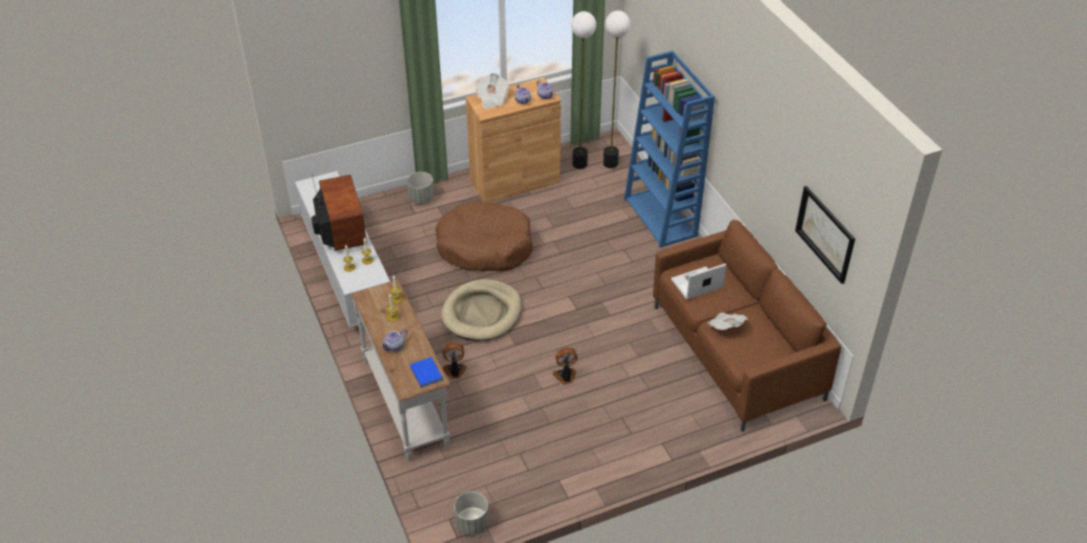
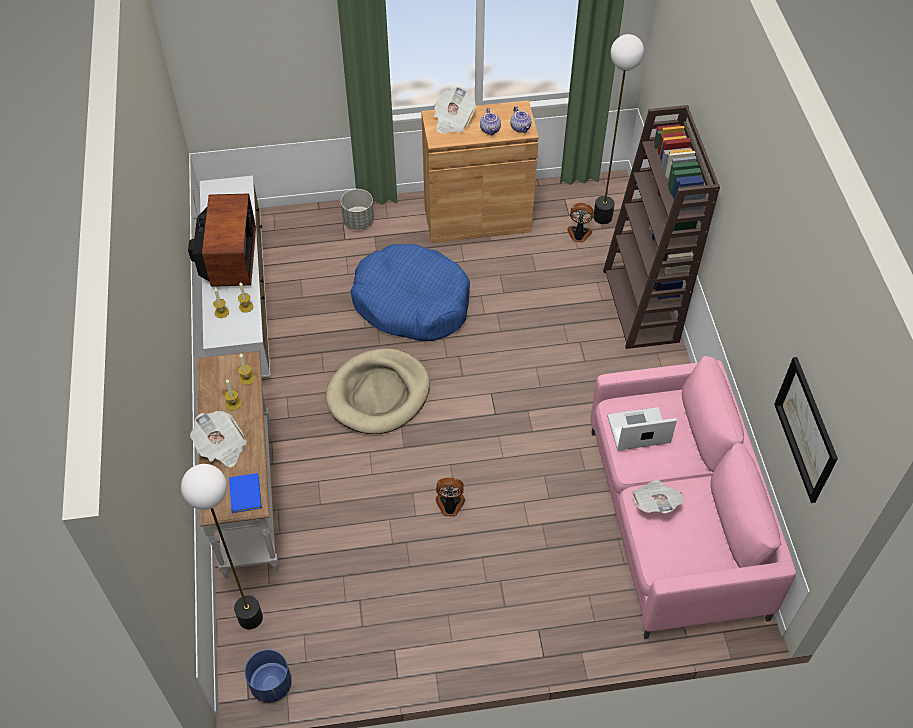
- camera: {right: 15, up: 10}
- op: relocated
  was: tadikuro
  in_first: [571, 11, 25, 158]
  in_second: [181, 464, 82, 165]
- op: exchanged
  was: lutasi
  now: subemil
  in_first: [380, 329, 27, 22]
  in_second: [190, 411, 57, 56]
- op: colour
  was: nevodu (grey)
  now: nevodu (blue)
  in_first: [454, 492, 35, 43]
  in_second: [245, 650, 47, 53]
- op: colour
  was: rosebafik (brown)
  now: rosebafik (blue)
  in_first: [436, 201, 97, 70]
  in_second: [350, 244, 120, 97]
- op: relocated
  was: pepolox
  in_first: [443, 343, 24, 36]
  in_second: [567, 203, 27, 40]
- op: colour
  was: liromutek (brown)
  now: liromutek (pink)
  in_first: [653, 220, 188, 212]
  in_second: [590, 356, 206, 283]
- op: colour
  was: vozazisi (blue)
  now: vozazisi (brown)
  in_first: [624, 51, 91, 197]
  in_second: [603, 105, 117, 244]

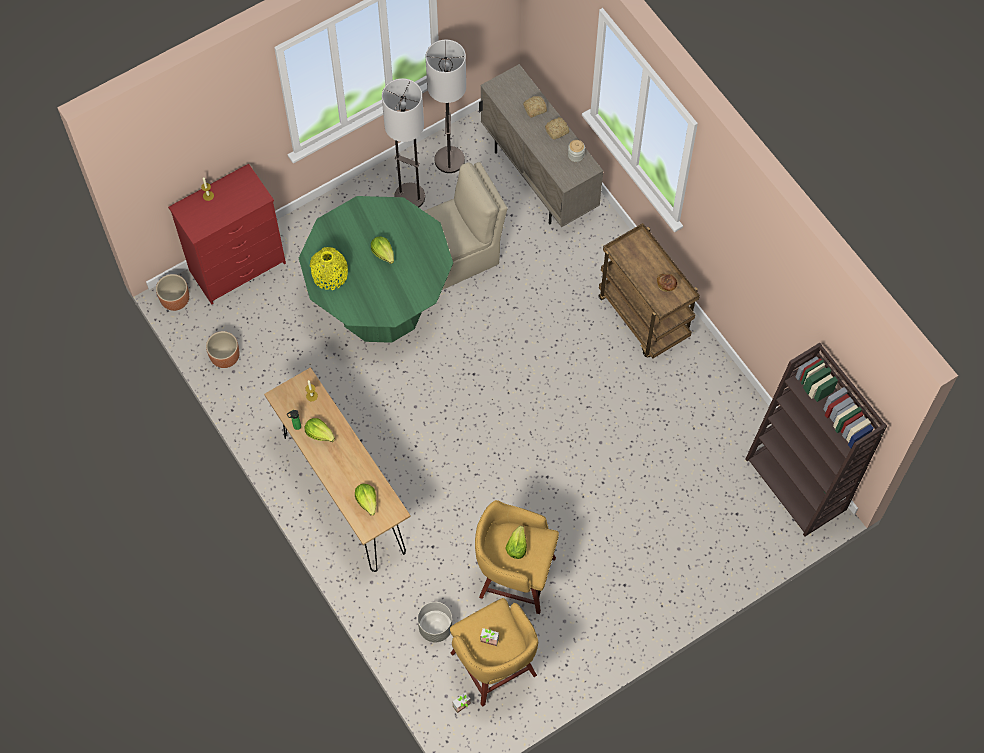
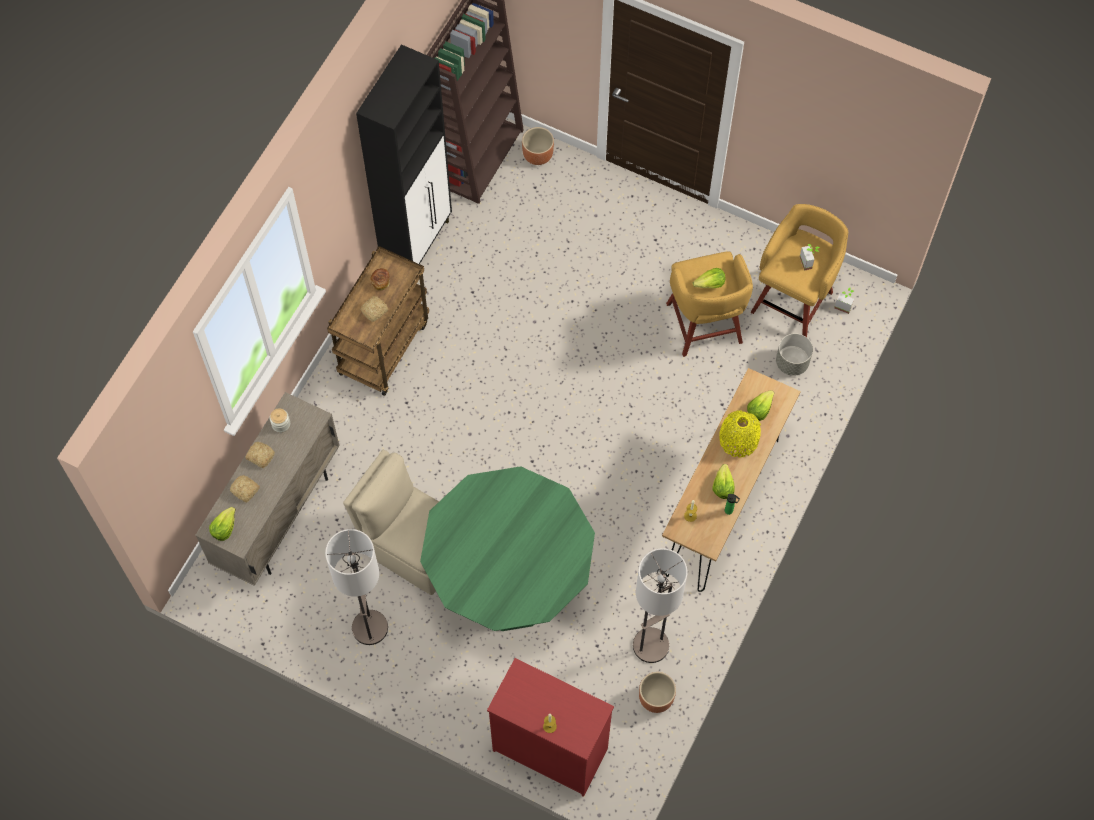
- camera: {right: -120, up: 0}
- op: relocated
  was: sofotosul
  in_first: [371, 236, 23, 28]
  in_second: [209, 507, 27, 34]
- op: appeared
  now: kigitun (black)
  in_second: [356, 44, 96, 220]
- op: appeared
  now: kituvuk
  in_second: [360, 296, 28, 26]
- op: relocated
  was: nevodu (brown)
  in_first: [156, 274, 33, 37]
  in_second: [522, 127, 32, 38]
- op: relocated
  was: tadikuro
  in_first: [426, 40, 40, 133]
  in_second: [633, 548, 54, 115]
- op: relocated
  was: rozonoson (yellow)
  in_first: [310, 247, 38, 43]
  in_second: [719, 410, 42, 47]

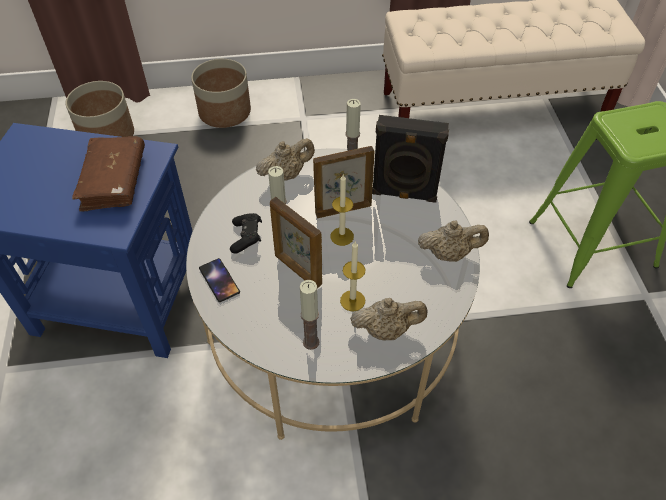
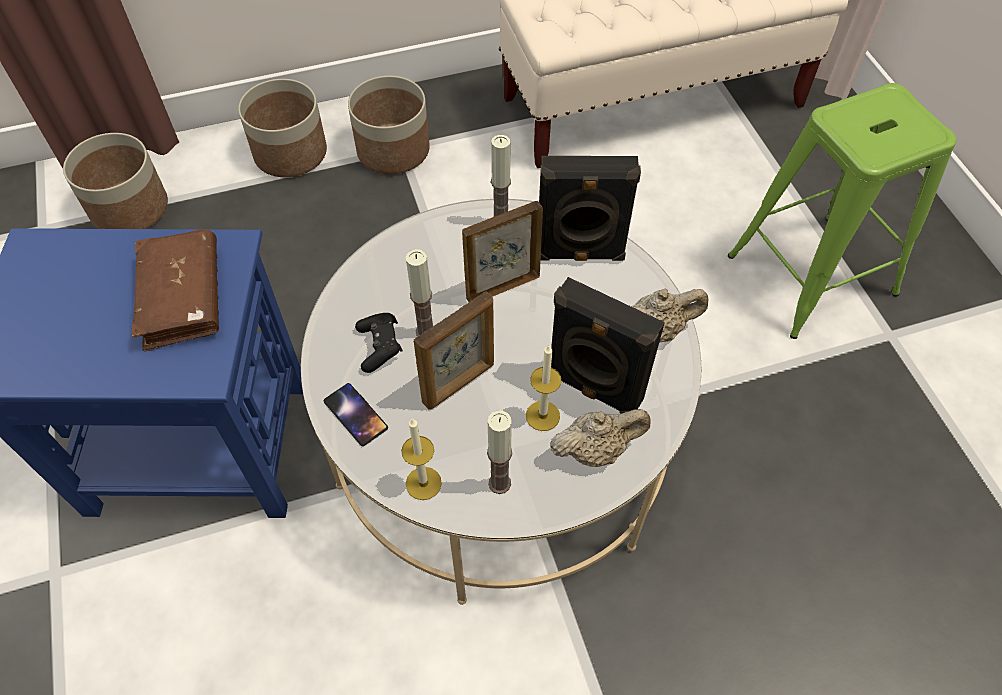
- camera: {right: -10, up: 5}
- op: appeared
  now: nevodu
  in_second: [348, 76, 82, 98]
- op: relocated
  was: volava
  in_first: [331, 175, 23, 71]
  in_second: [401, 419, 41, 81]
- op: spun
  was: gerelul
  in_first: [270, 197, 52, 91]
  in_second: [414, 291, 80, 118]
  clockwise: -75
- op: appeared
  now: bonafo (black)
  in_second: [551, 277, 114, 137]
- op: missing
  was: lutasi (beige)
  in_first: [256, 138, 59, 43]

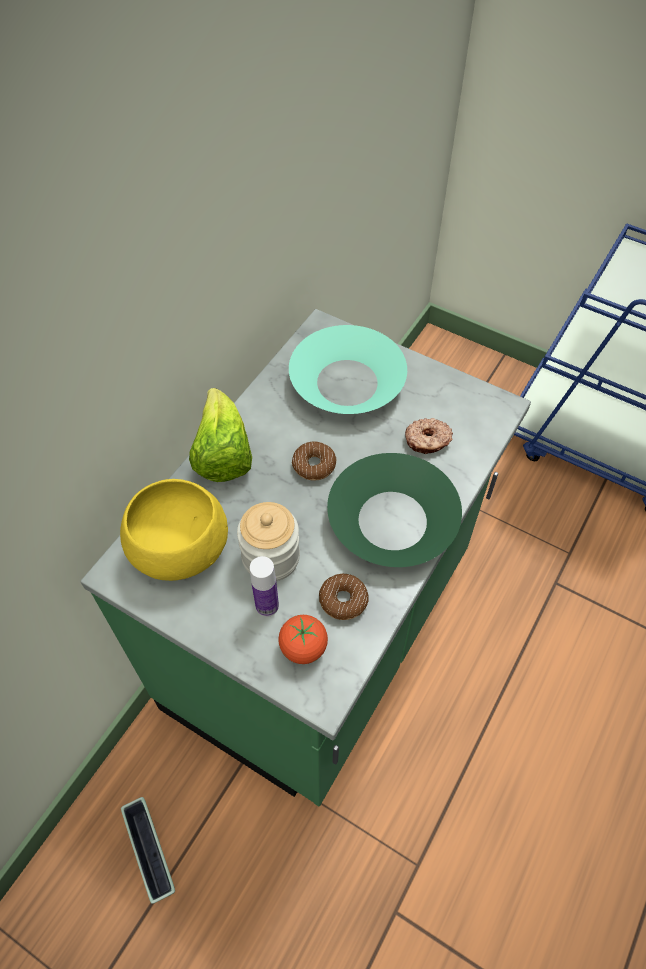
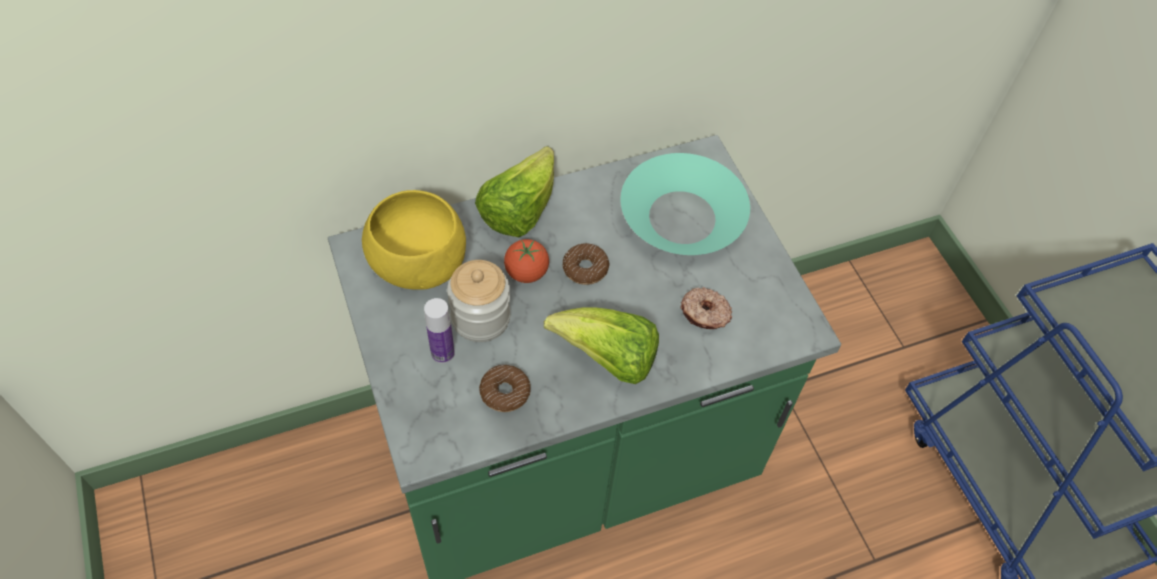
- camera: {right: 35, up: 0}
- op: relocated
  was: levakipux
  in_first: [278, 615, 50, 49]
  in_second: [504, 239, 45, 44]
- op: exchanged
  was: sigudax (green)
  now: sofotosul
  in_first: [327, 453, 135, 114]
  in_second: [544, 307, 115, 77]
- op: missing
  was: nevodu
  in_first: [121, 797, 54, 107]

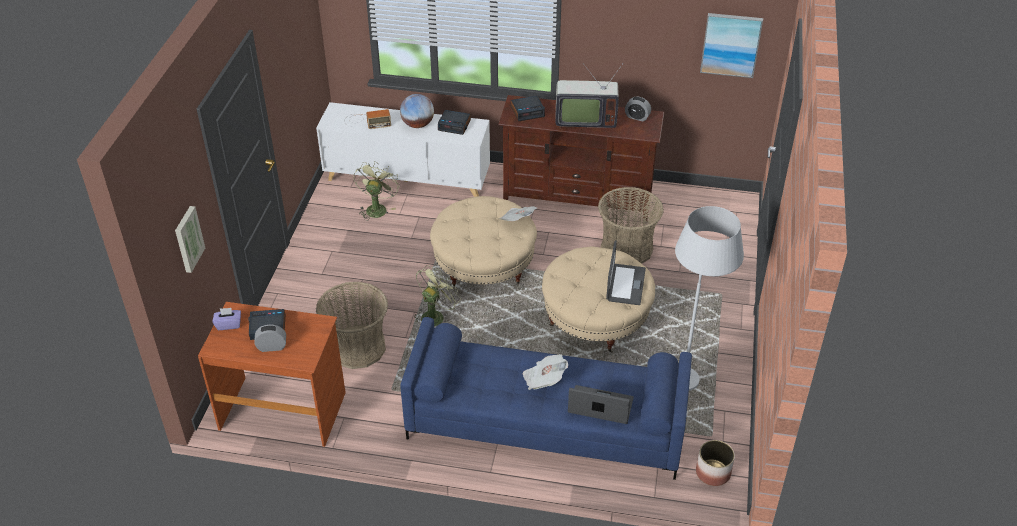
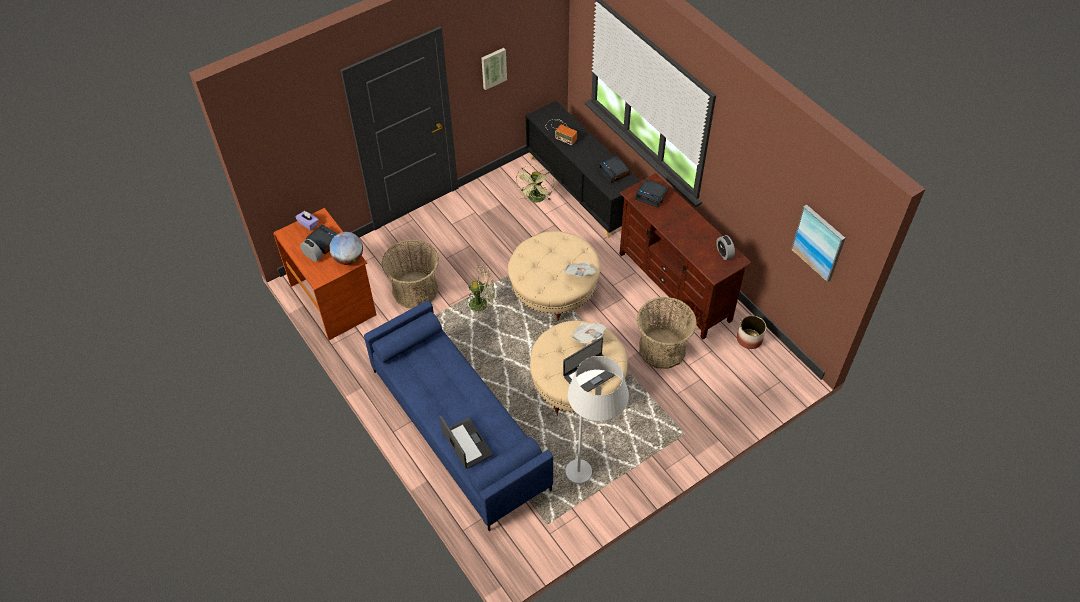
- camera: {right: 45, up: 10}
- op: relocated
  was: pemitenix
  in_first: [400, 94, 34, 34]
  in_second: [329, 232, 34, 33]
- op: relocated
  was: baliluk
  in_first: [175, 206, 30, 67]
  in_second: [481, 48, 26, 42]
- op: spun
  was: pepolox (green)
  in_first: [354, 161, 46, 60]
  in_second: [516, 165, 38, 37]
  clockwise: 135
- op: colour
  was: kigitun (white)
  now: kigitun (black)
  in_first: [316, 102, 174, 95]
  in_second: [525, 101, 115, 137]
- op: relocated
  was: subemil
  in_first: [523, 354, 45, 36]
  in_second: [571, 323, 35, 20]
- op: relocated
  was: nevodu
  in_first: [696, 440, 39, 46]
  in_second: [737, 315, 29, 34]
- op: missing
  was: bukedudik
  in_first: [555, 62, 69, 68]

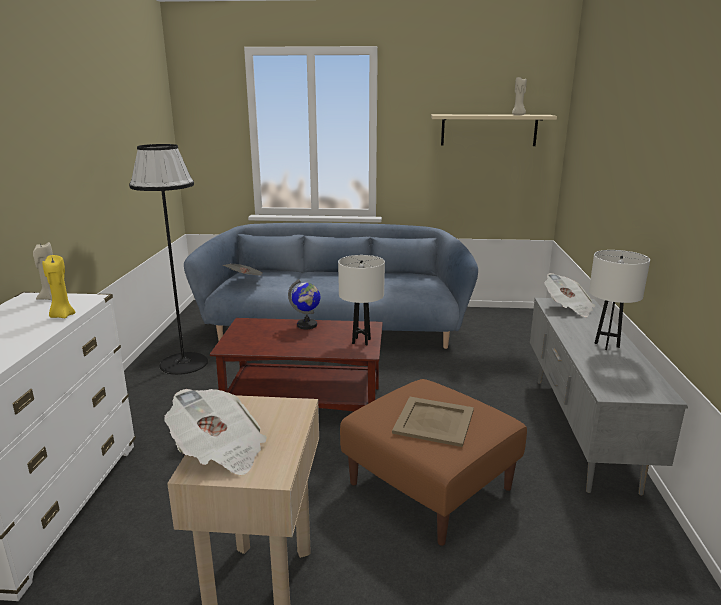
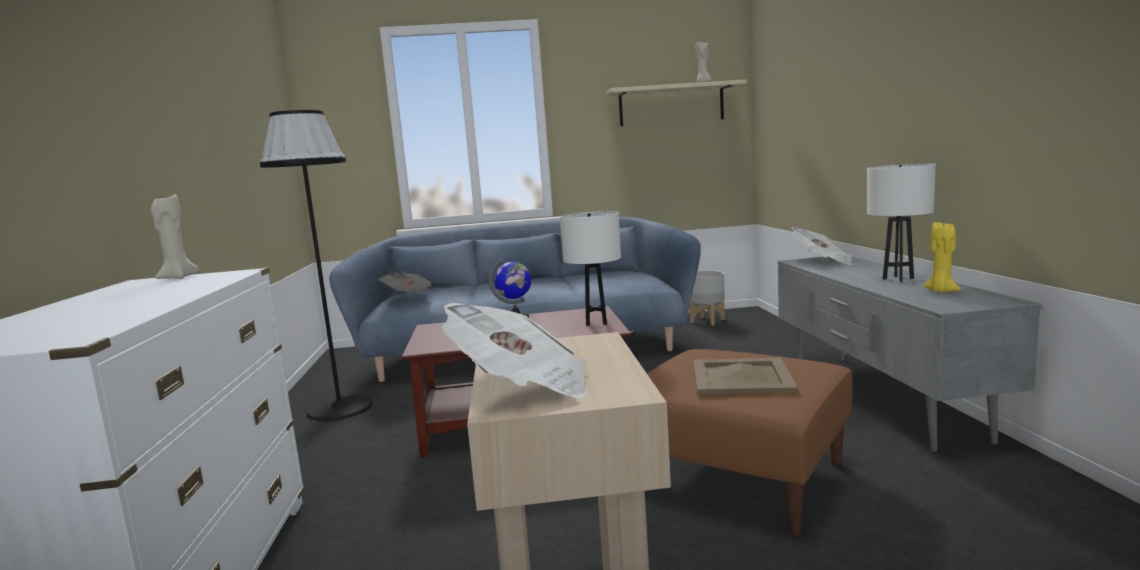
- camera: {right: -10, up: -10}
- op: appeared
  now: nevodu (grey)
  in_second: [689, 270, 36, 55]
- op: relocated
  was: volava (yellow)
  in_first: [42, 255, 33, 63]
  in_second: [924, 222, 37, 71]

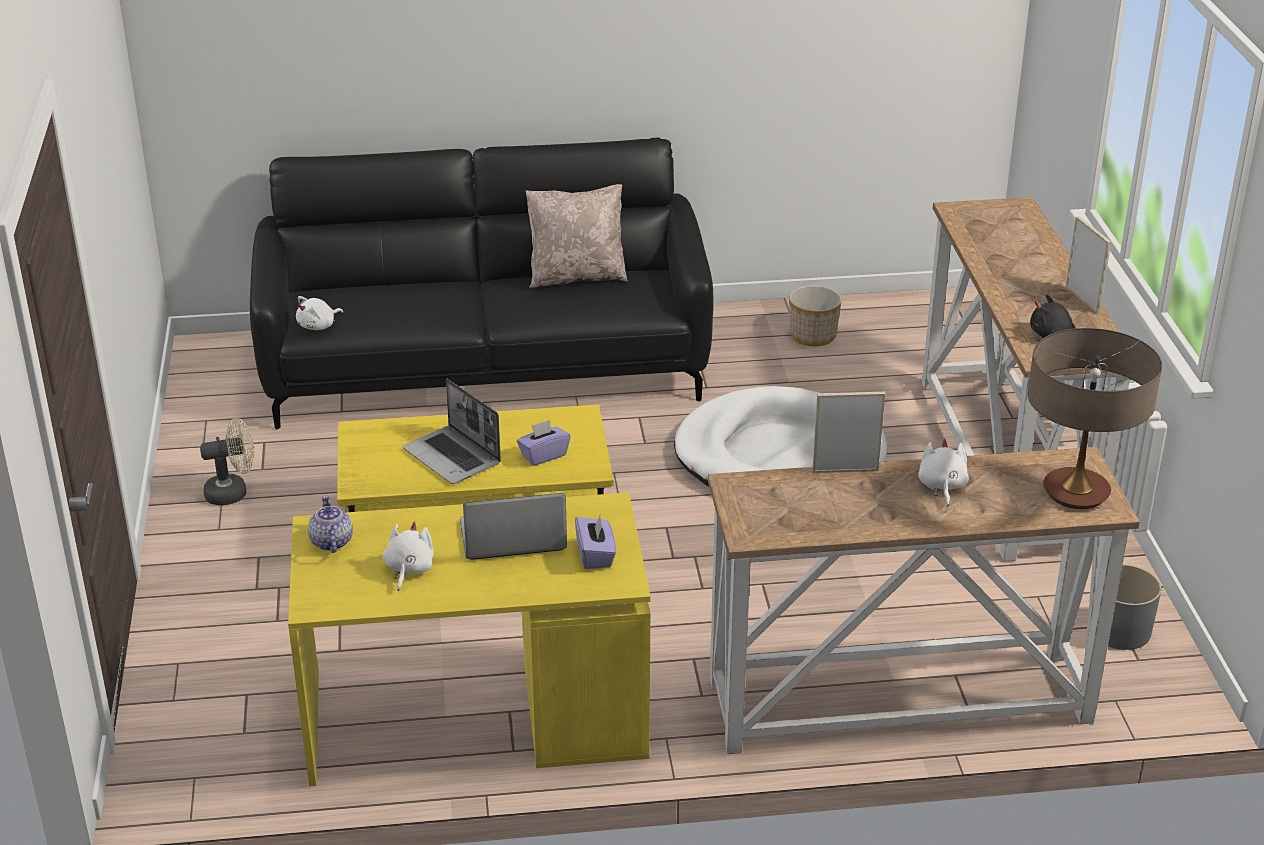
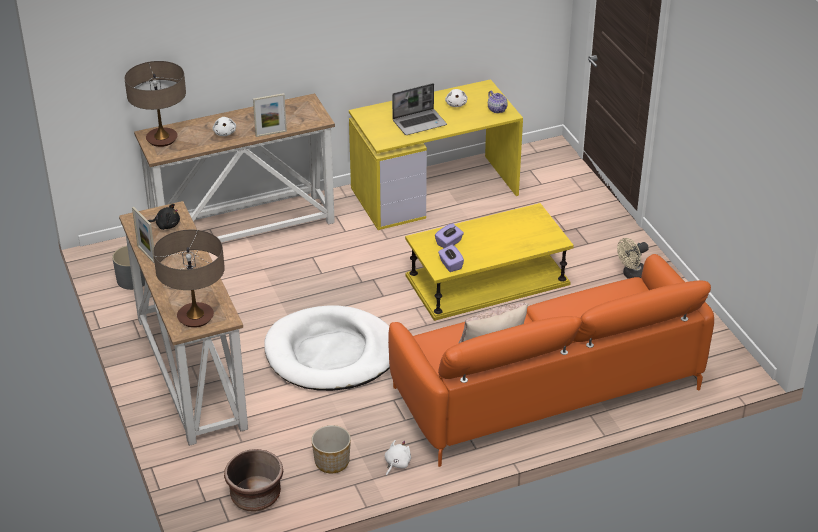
- camera: {right: 165, up: 5}
- op: appeared
  now: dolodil
  in_second: [153, 230, 72, 98]
- op: appeared
  now: nevodu (brown)
  in_second: [224, 449, 59, 63]
- op: relocated
  was: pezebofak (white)
  in_first: [296, 296, 47, 34]
  in_second: [385, 440, 26, 36]
- op: colour
  was: liromutek (black)
  now: liromutek (orange)
  in_first: [250, 138, 464, 291]
  in_second: [388, 254, 326, 213]
- op: relocated
  was: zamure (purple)
  in_first: [575, 515, 41, 54]
  in_second: [438, 245, 26, 27]
- op: missing
  was: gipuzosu
  in_first: [402, 379, 99, 105]

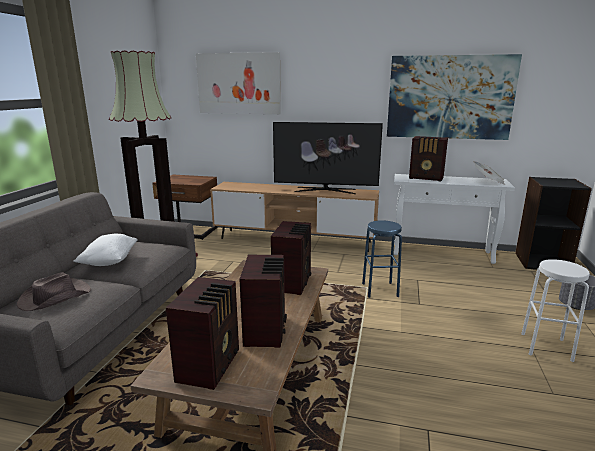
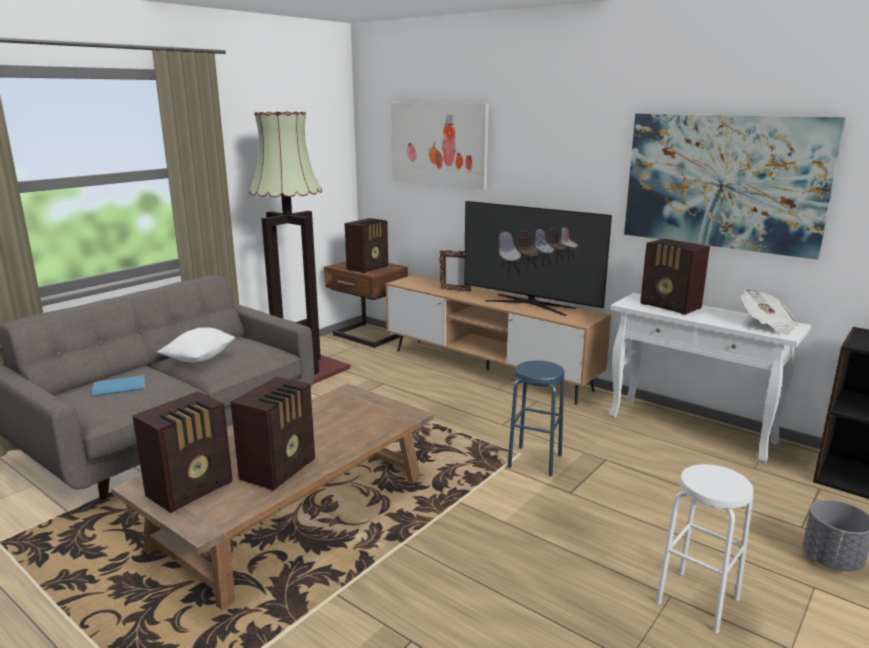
- camera: {right: 25, up: 0}
- op: exchanged
  was: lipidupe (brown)
  now: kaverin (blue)
  in_first: [17, 272, 74, 39]
  in_second: [92, 375, 53, 21]
- op: relocated
  was: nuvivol
  in_first: [271, 221, 40, 74]
  in_second: [345, 218, 43, 55]
- op: appeared
  now: gerelul
  in_second: [439, 250, 33, 42]

